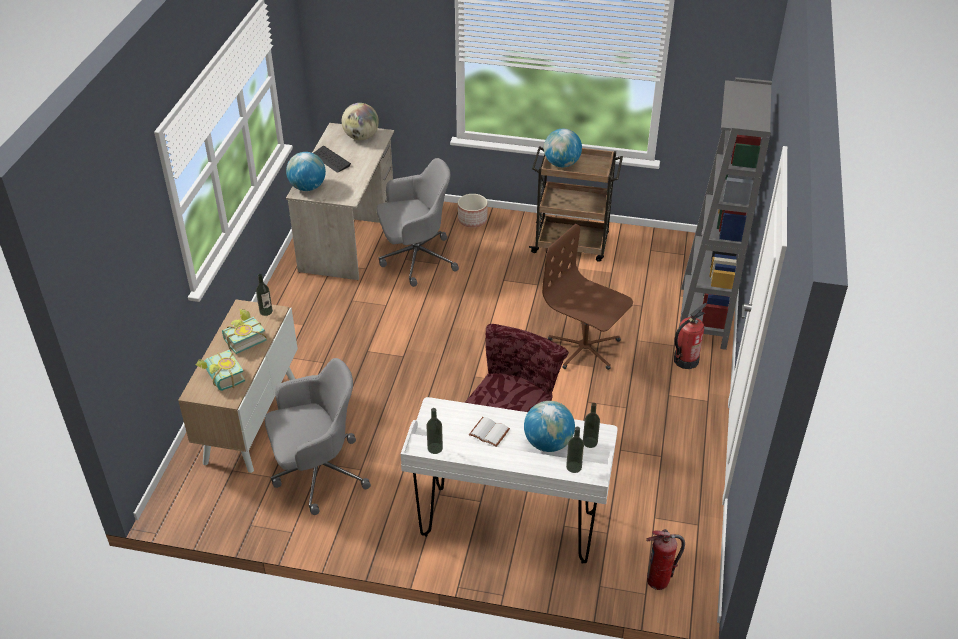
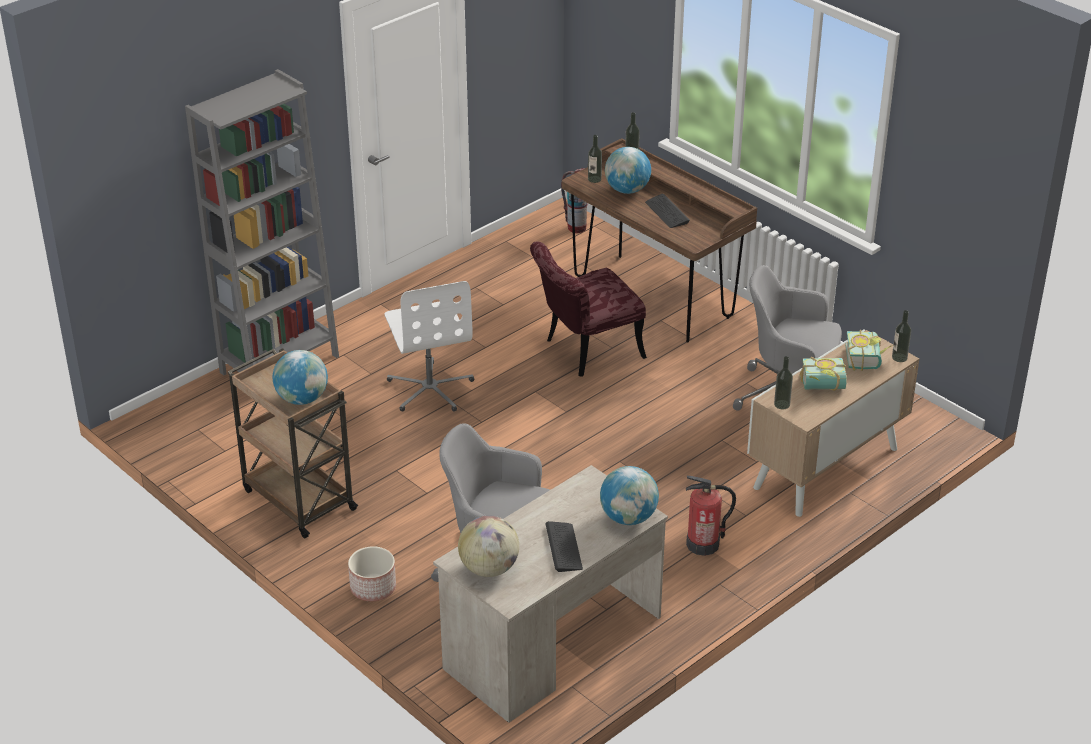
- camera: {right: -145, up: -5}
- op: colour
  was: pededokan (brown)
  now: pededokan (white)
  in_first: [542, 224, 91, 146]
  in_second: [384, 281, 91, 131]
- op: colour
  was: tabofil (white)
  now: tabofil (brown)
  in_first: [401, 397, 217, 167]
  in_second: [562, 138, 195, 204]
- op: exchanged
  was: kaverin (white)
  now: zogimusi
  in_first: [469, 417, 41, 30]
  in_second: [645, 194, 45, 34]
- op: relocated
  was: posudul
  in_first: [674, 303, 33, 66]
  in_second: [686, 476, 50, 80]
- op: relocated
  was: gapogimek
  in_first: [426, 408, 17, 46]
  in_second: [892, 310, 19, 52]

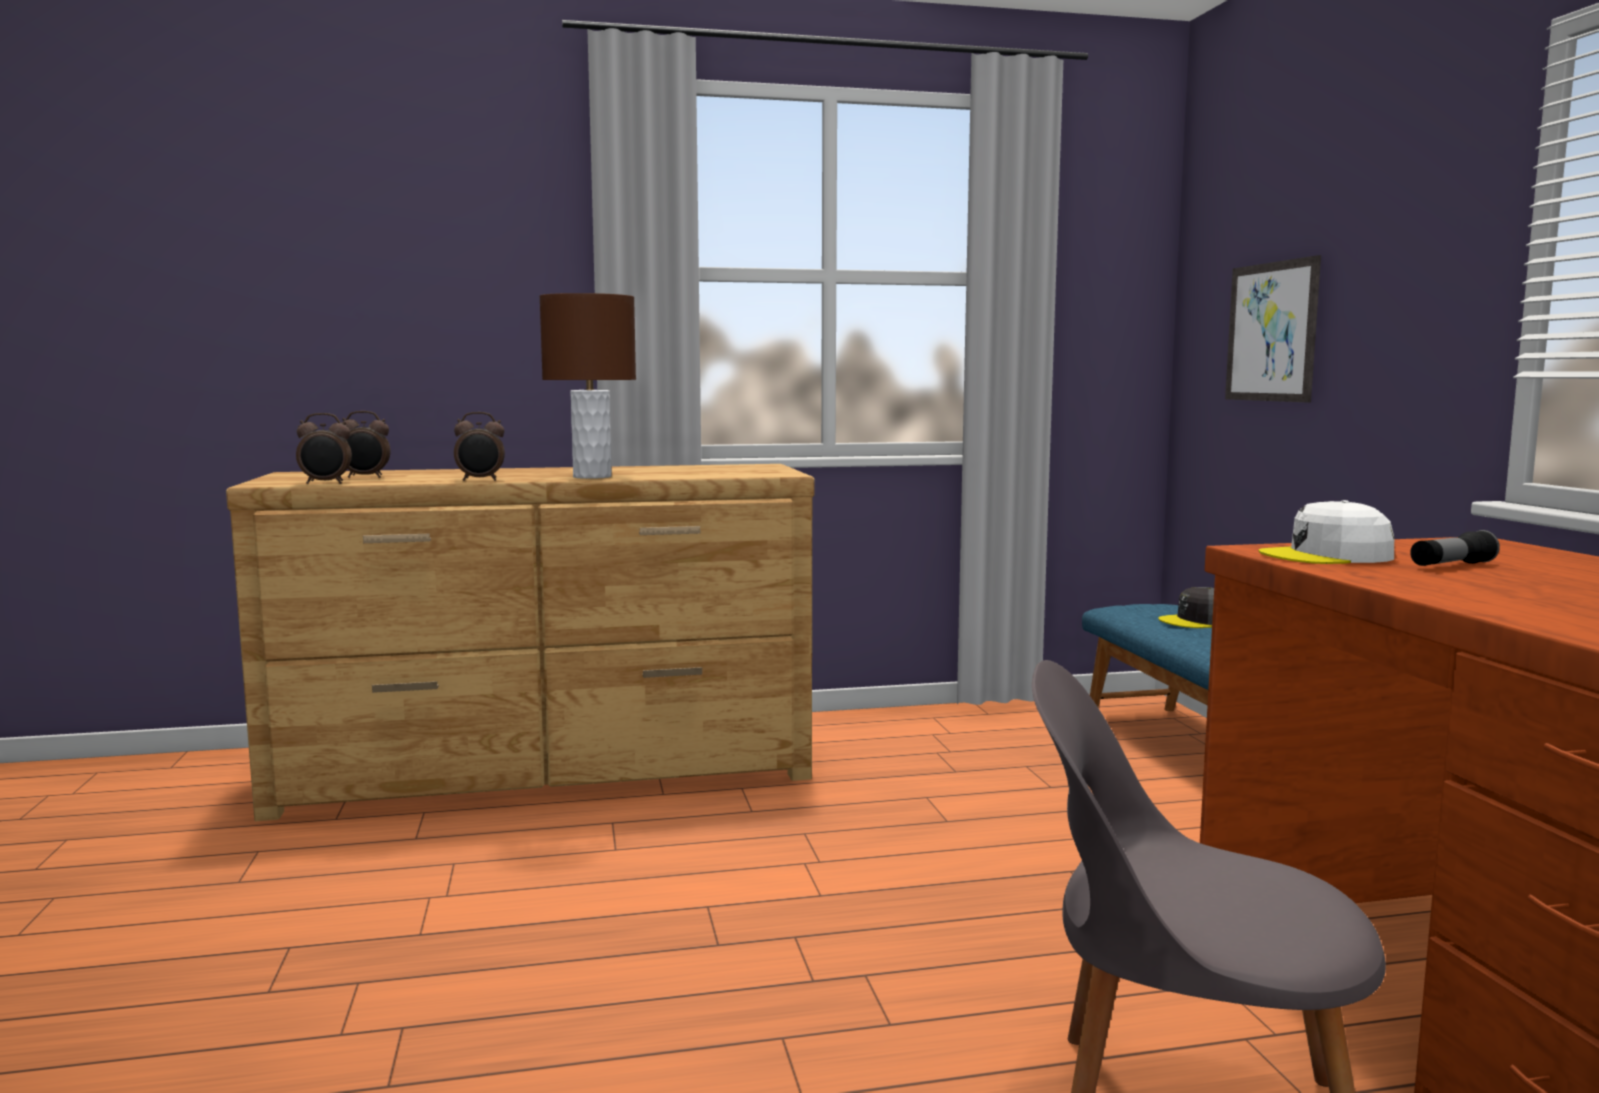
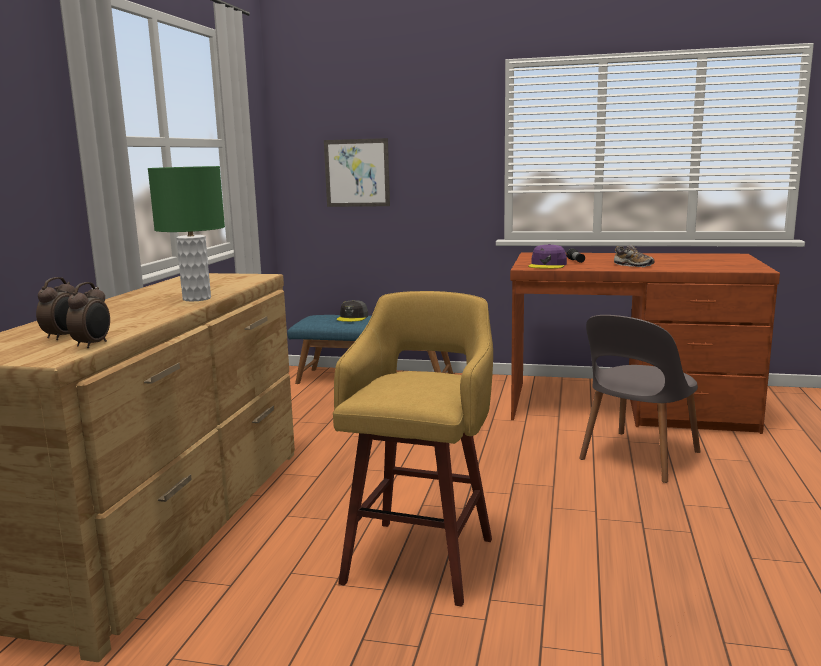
- camera: {right: -65, up: 5}
- op: colour
  was: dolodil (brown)
  now: dolodil (green)
  in_first: [539, 293, 97, 186]
  in_second: [148, 166, 77, 136]
- op: appeared
  now: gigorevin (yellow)
  in_second: [333, 291, 160, 316]
- op: colour
  was: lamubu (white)
  now: lamubu (purple)
  in_first: [1259, 500, 135, 64]
  in_second: [528, 244, 39, 25]
- op: appeared
  now: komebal
  in_second: [614, 244, 40, 23]
- op: missing
  was: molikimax
  in_first: [454, 412, 51, 69]

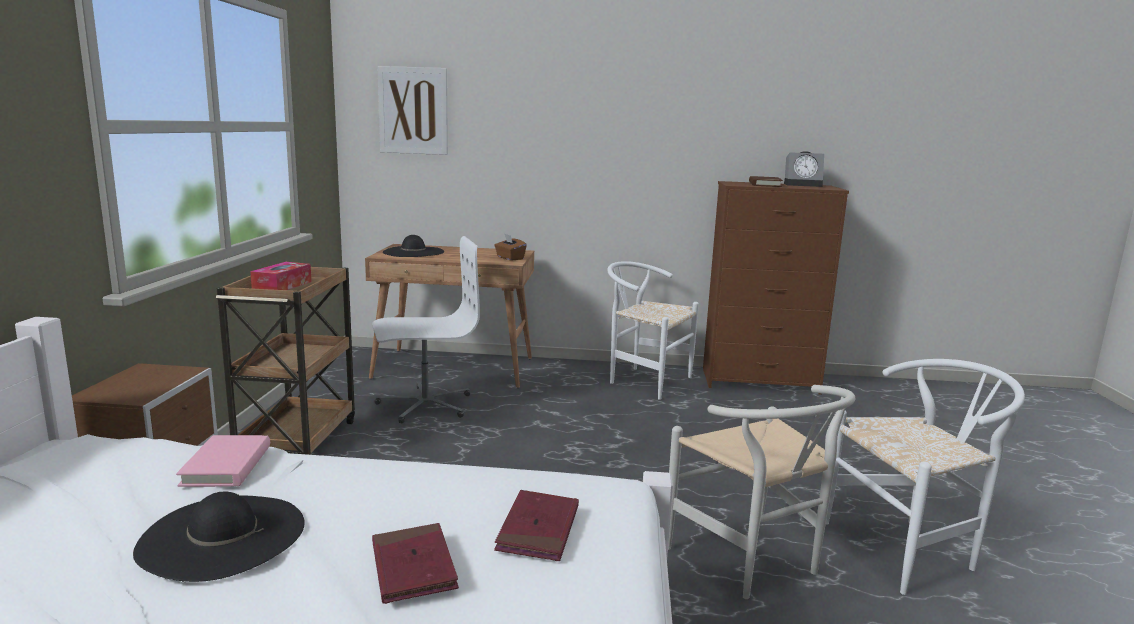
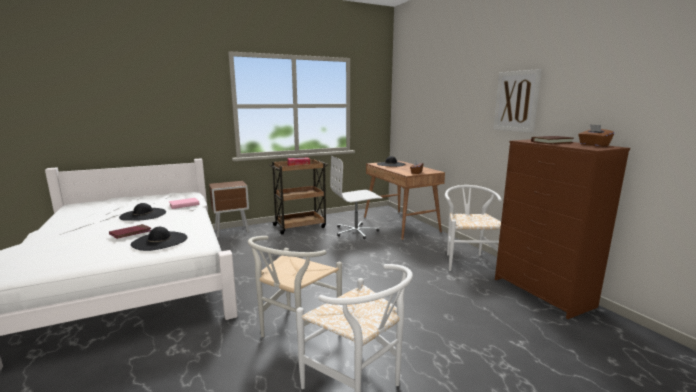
- camera: {right: 60, up: 0}
- op: exchanged
  was: kaverin (red)
  now: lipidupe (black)
  in_first: [494, 490, 85, 71]
  in_second: [131, 227, 56, 24]
- op: spun
  was: pededokan (white)
  in_first: [372, 236, 108, 187]
  in_second: [330, 156, 52, 83]
  clockwise: 120
- op: relocated
  was: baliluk
  in_first: [377, 66, 71, 89]
  in_second: [493, 69, 49, 64]
- op: exchanged
  was: molikimax
  now: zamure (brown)
  in_first: [784, 151, 40, 36]
  in_second: [578, 124, 36, 22]

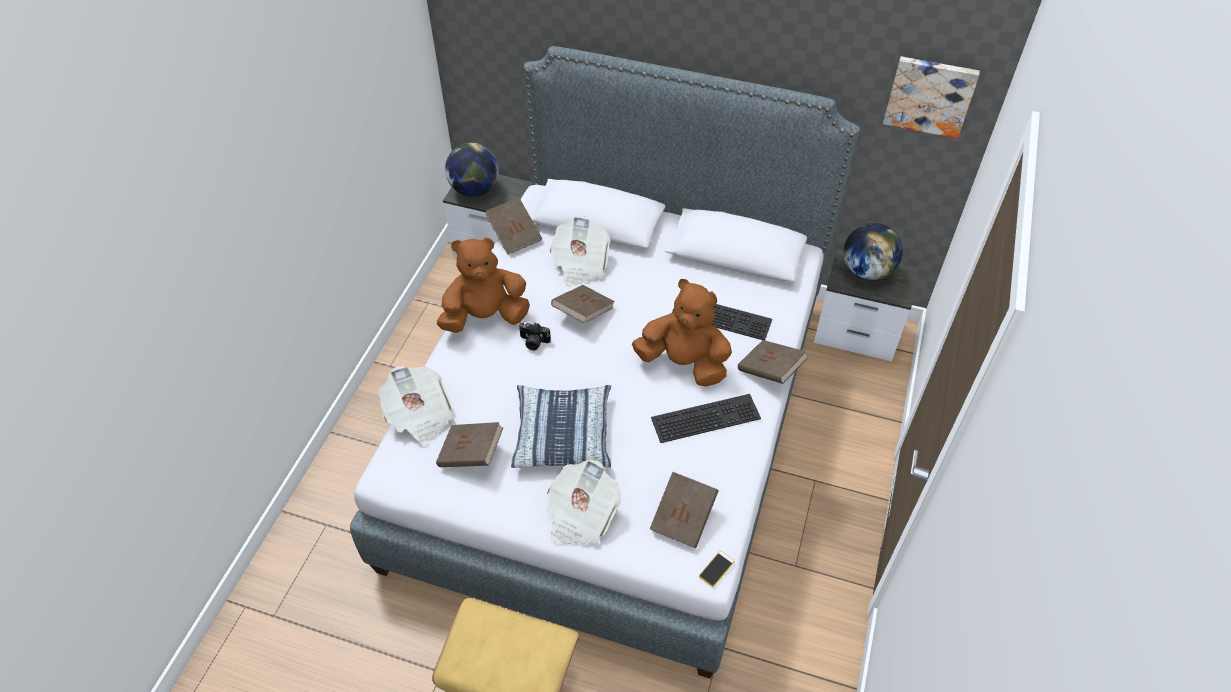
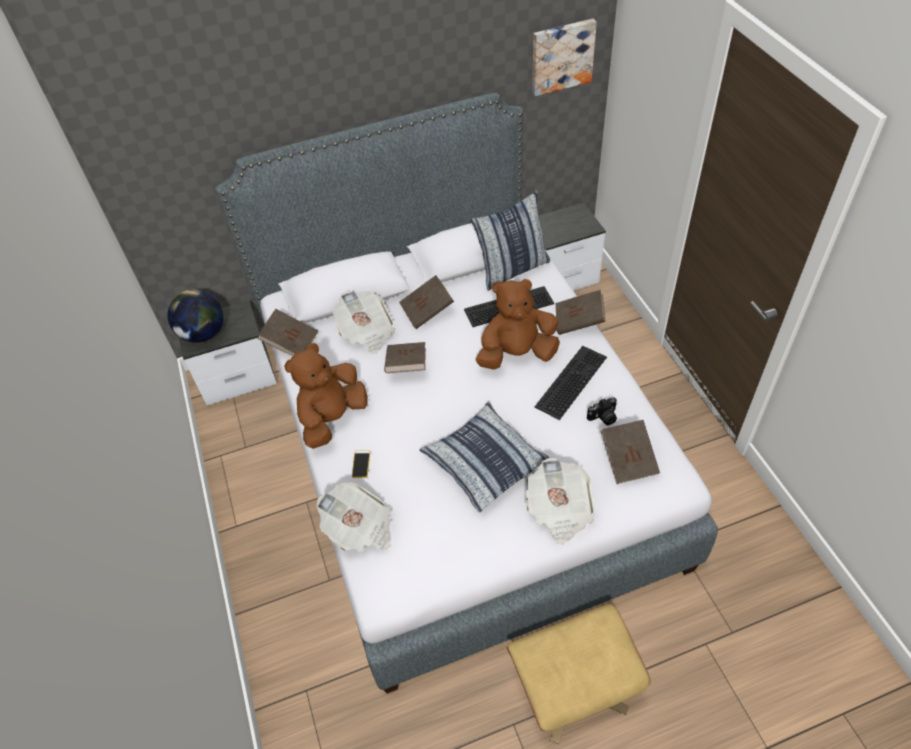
- camera: {right: -35, up: 0}
- op: relocated
  was: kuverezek
  in_first: [699, 551, 36, 36]
  in_second: [352, 450, 18, 28]
- op: relocated
  was: kaverin (brown)
  in_first: [436, 422, 67, 45]
  in_second: [399, 275, 55, 54]
- op: appeared
  now: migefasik
  in_second: [471, 190, 79, 101]
- op: relocated
  was: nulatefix
  in_first: [519, 322, 32, 28]
  in_second: [587, 397, 30, 28]
- op: missing
  was: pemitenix
  in_first: [843, 223, 60, 58]

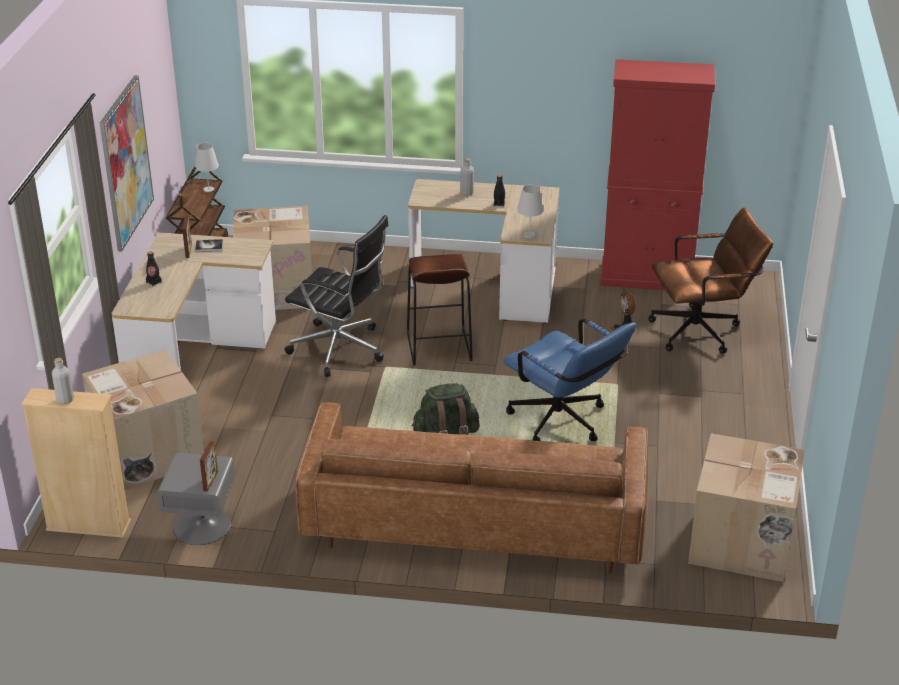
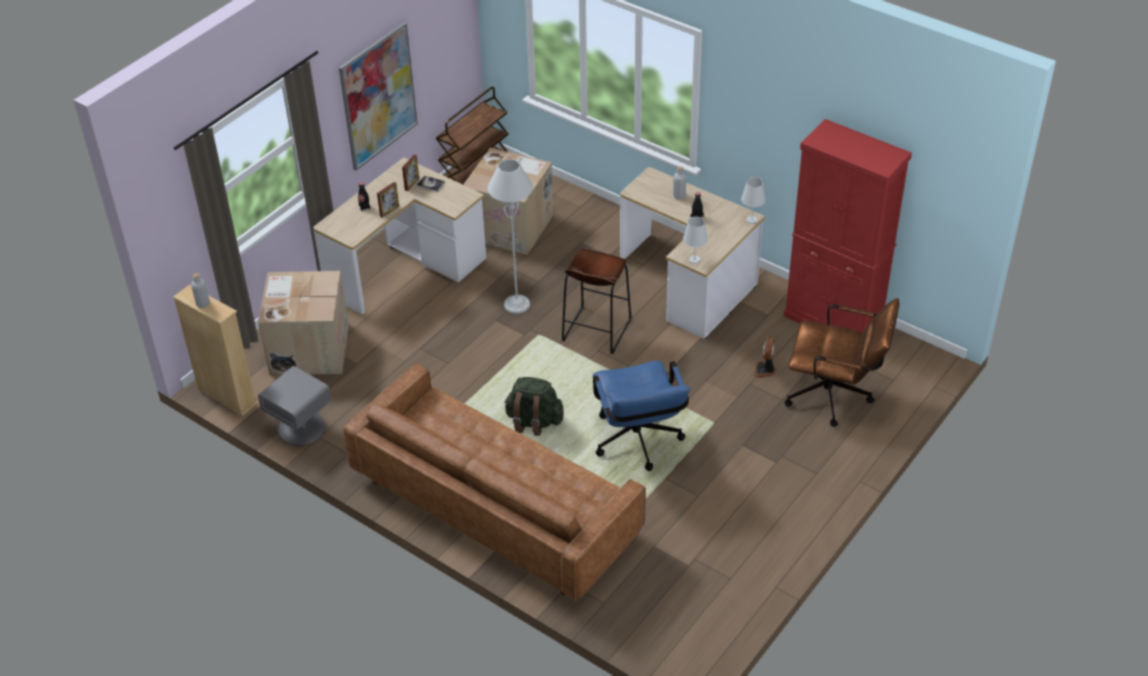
- camera: {right: 30, up: 10}
- op: relocated
  was: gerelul
  in_first: [200, 441, 18, 51]
  in_second: [377, 182, 22, 36]
- op: exchanged
  was: pededokan (black)
  now: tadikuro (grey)
  in_first: [284, 215, 105, 162]
  in_second: [488, 159, 45, 155]
- op: relocated
  was: dolodil (white)
  in_first: [195, 143, 24, 49]
  in_second: [741, 177, 25, 46]
- op: missing
  was: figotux
  in_first: [688, 433, 117, 149]

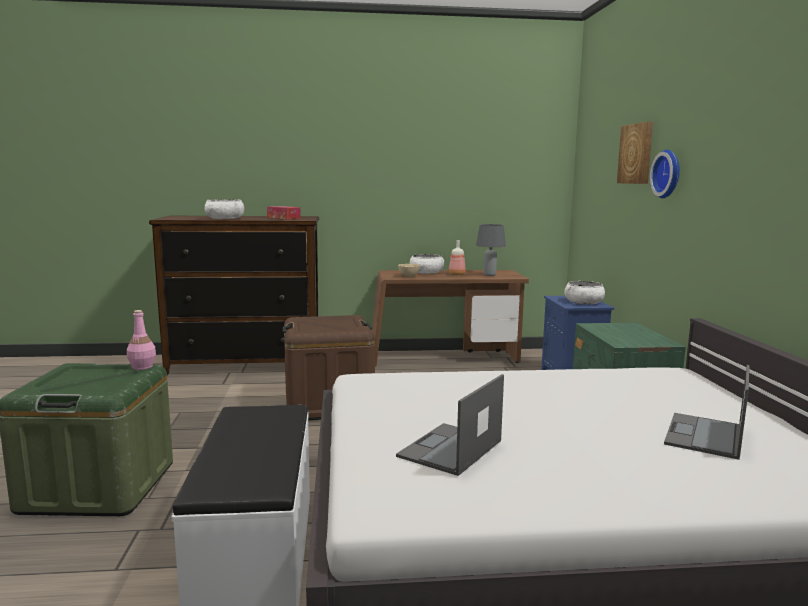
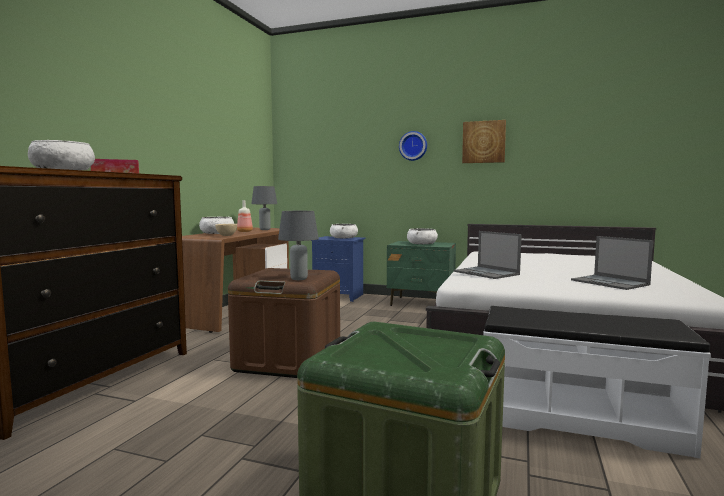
- camera: {right: -65, up: -5}
- op: appeared
  now: dolodil (grey)
  in_second: [278, 211, 41, 69]
- op: appeared
  now: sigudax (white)
  in_second: [407, 228, 31, 16]
- op: relocated
  was: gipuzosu
  in_first: [664, 365, 86, 95]
  in_second: [454, 231, 68, 48]
- op: relocated
  was: baliluk
  in_first: [617, 121, 36, 63]
  in_second: [462, 120, 44, 43]
- op: missing
  was: gapogimek (pink)
  in_first: [127, 310, 29, 60]

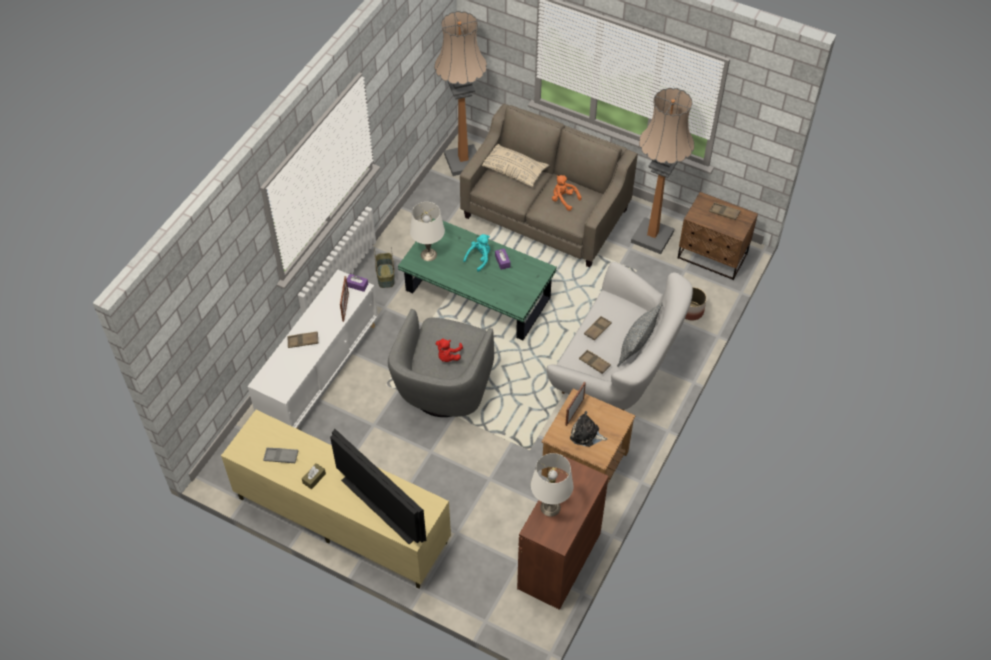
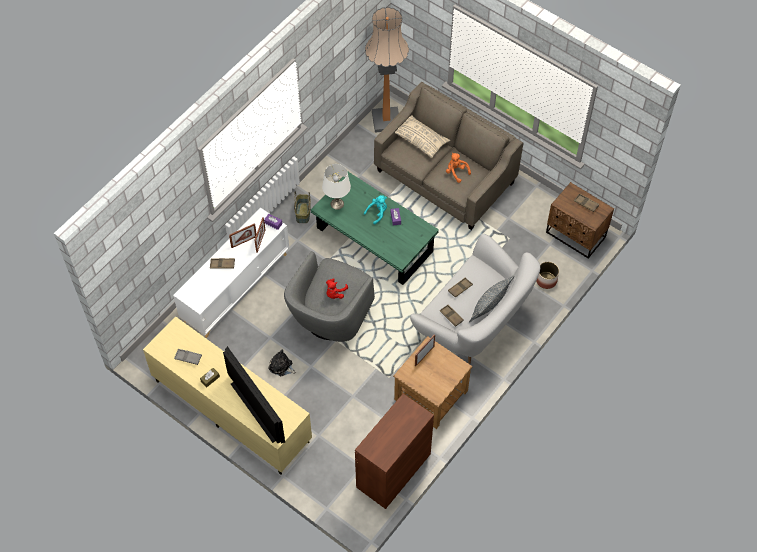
- camera: {right: 10, up: 5}
- op: appeared
  now: gerelul
  in_second: [229, 223, 28, 25]
- op: relocated
  was: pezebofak
  in_first: [570, 411, 38, 36]
  in_second: [268, 350, 29, 26]
- op: missing
  was: dolodil (white)
  in_first: [531, 453, 43, 64]
- op: missing
  was: tadikuro
  in_first: [631, 88, 63, 166]

